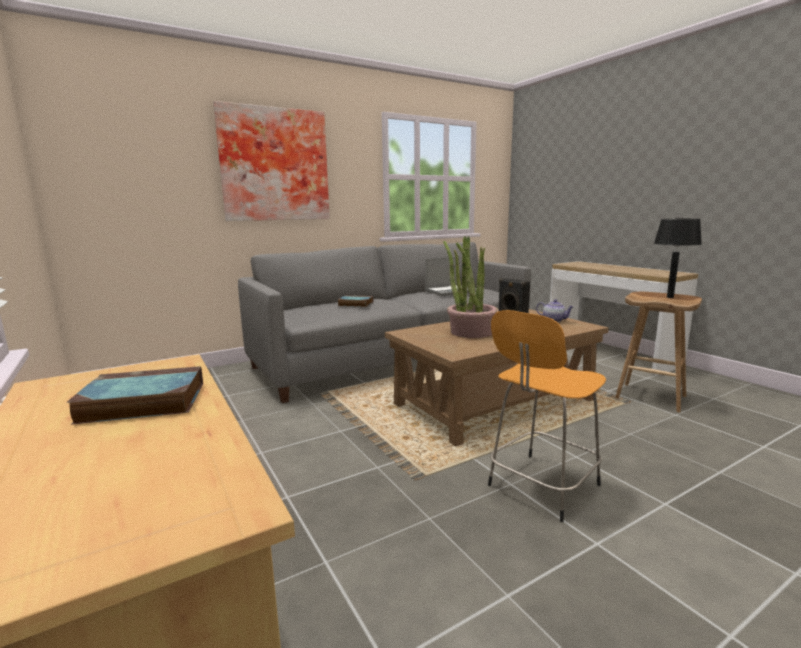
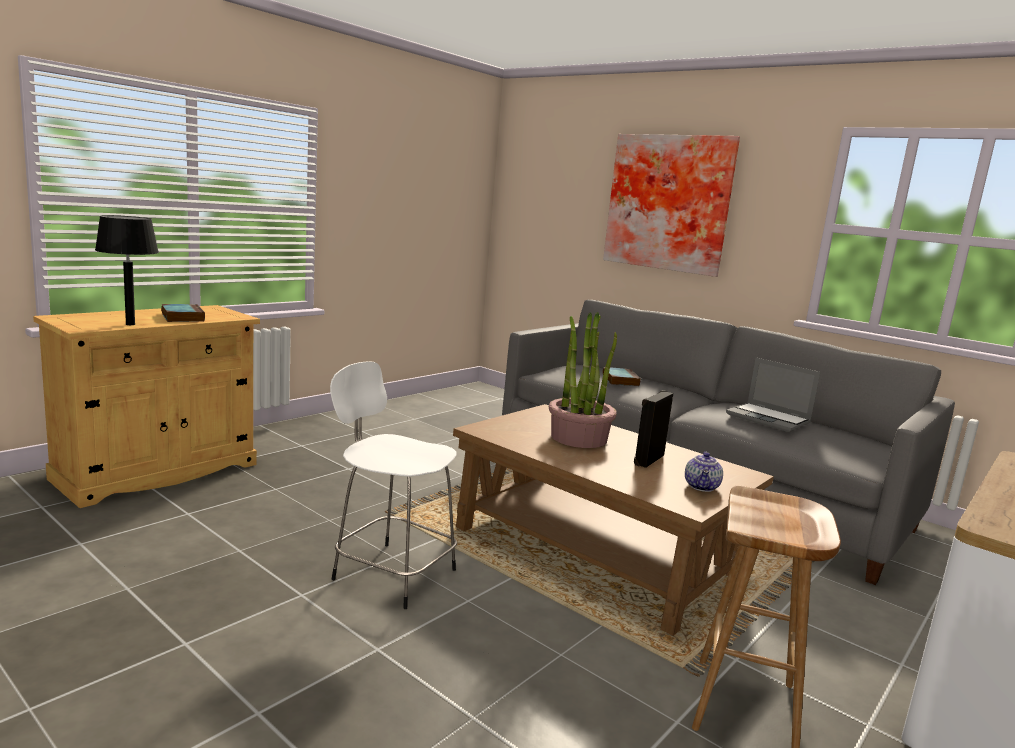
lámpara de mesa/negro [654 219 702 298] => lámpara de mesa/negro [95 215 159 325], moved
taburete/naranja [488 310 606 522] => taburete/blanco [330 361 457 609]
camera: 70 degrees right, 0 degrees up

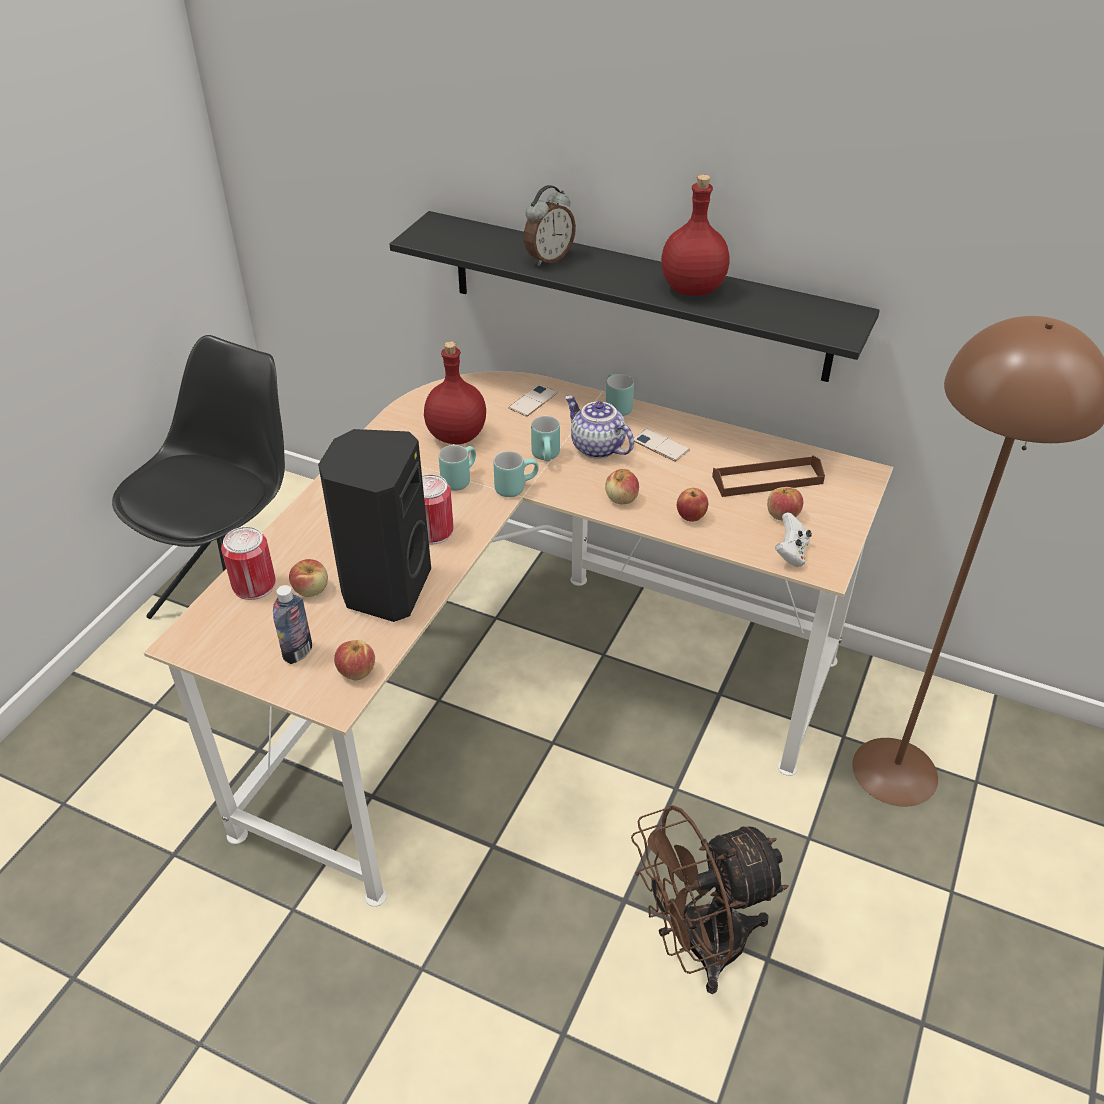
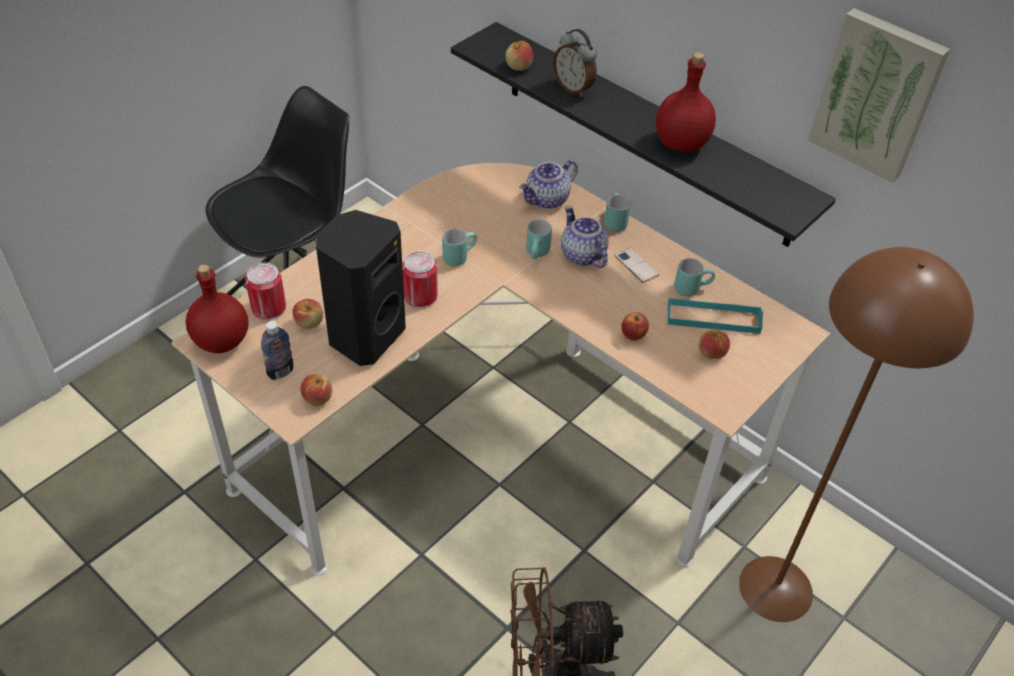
despertador [524 185 576 266] => despertador [553 29 597 97], 75 degrees clockwise
botella/rojo [424 341 486 444] => botella/rojo [186 264 249 353], moved
móvil [508 384 558 417] => tetera [519 160 578 209]
taza grande/turquesa [494 451 539 497] => taza grande/turquesa [674 258 715 297], moved
bandeja/marrón [712 456 825 497] => bandeja/turquesa [668 297 763 334]
manzana [605 469 639 504] => manzana [506 41 533 71], moved
mando de consola/blanco [775 512 812 567] => nothing
nothing => cuadro [808 8 950 183]
camera: 15 degrees right, 5 degrees up

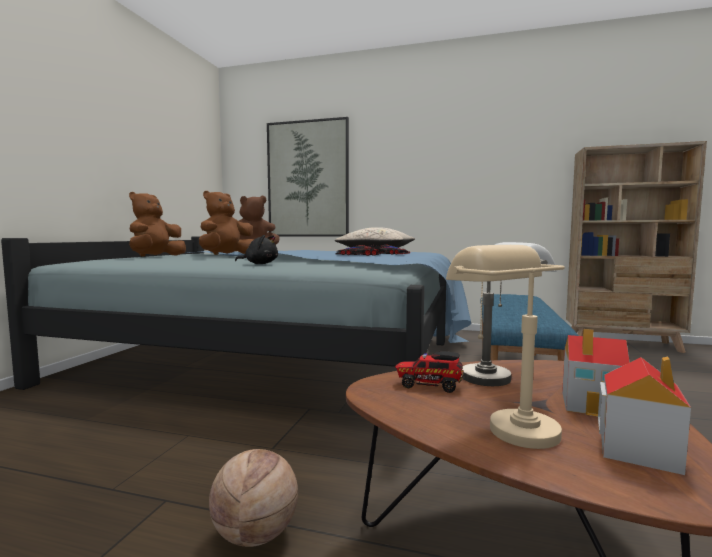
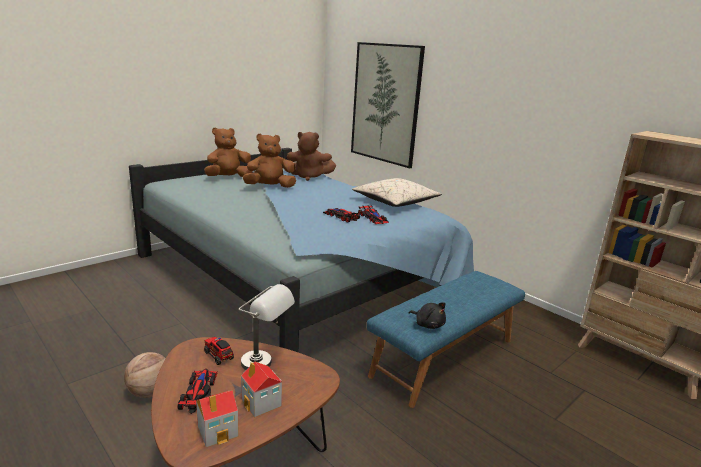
peluche/negro [235 235 278 264] => peluche/negro [409 302 446 329], moved
lámpara de mesa/beis [446 245 565 449] => coche de juguete [178 369 218 414]
camera: 30 degrees right, 15 degrees up

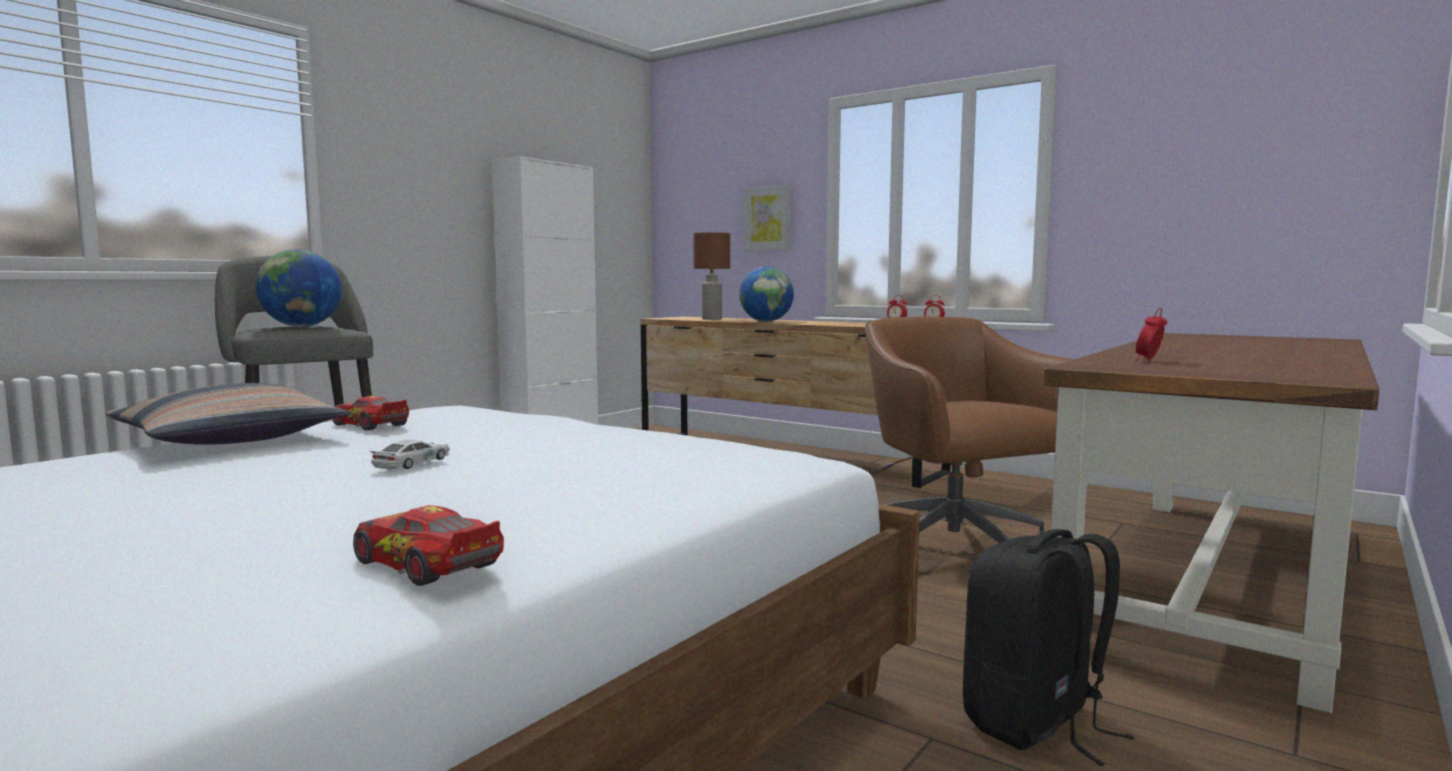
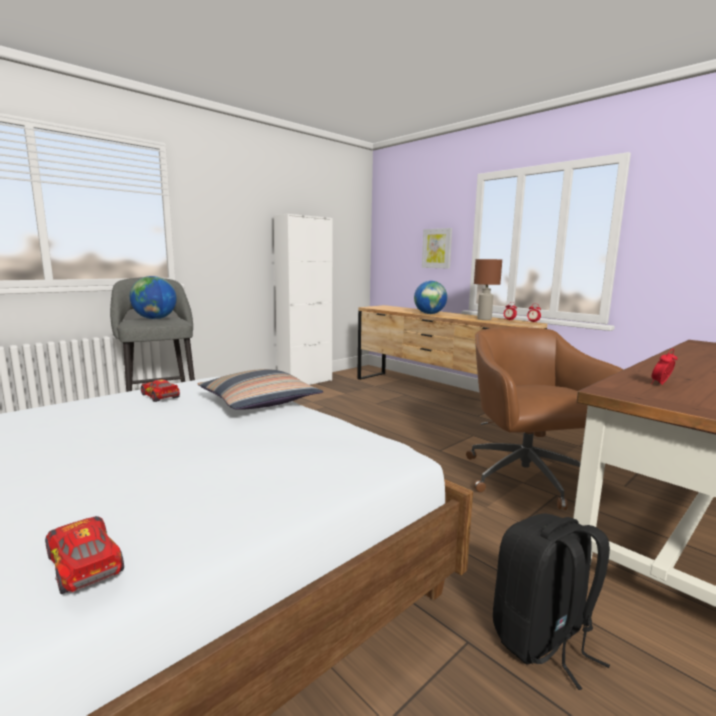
lámpara de mesa/marrón [693 232 730 320] => lámpara de mesa/marrón [474 259 502 320], moved
cojín [105 383 352 445] => cojín [198 369 323 410], moved
coche de juguete [370 439 450 469] => nothing
camera: 10 degrees right, 5 degrees up

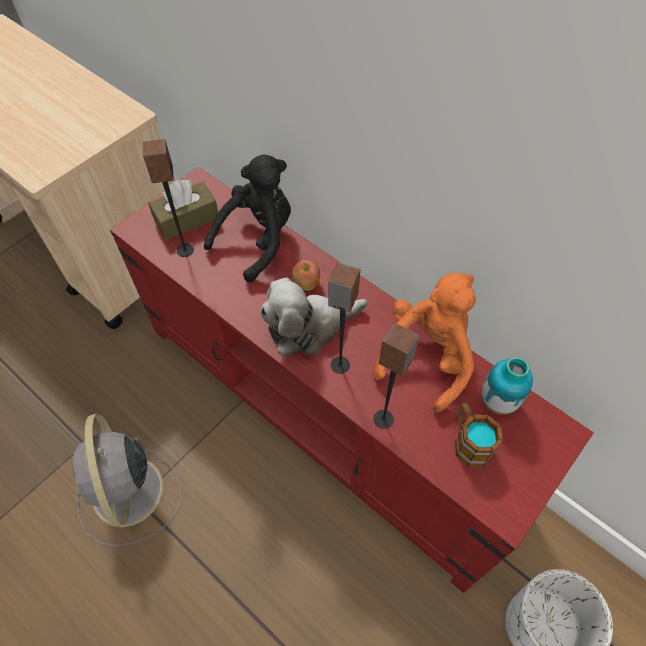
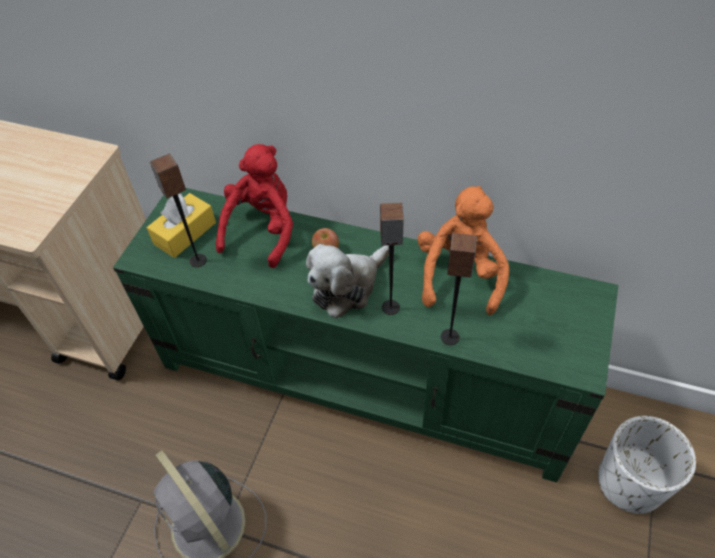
peluche/negro [204 155 291 283] => peluche/rojo [216 144 293 268]
mueble de televisión/rojo [110 167 594 593] => mueble de televisión/verde [113 188 618 483]
caja de pañuelos/marrón [148 179 218 240] => caja de pañuelos/amarillo [147 193 216 258]
florero [482 357 533 415] => nothing
taza grande [455 403 503 467] => nothing
camera: 20 degrees left, 5 degrees down

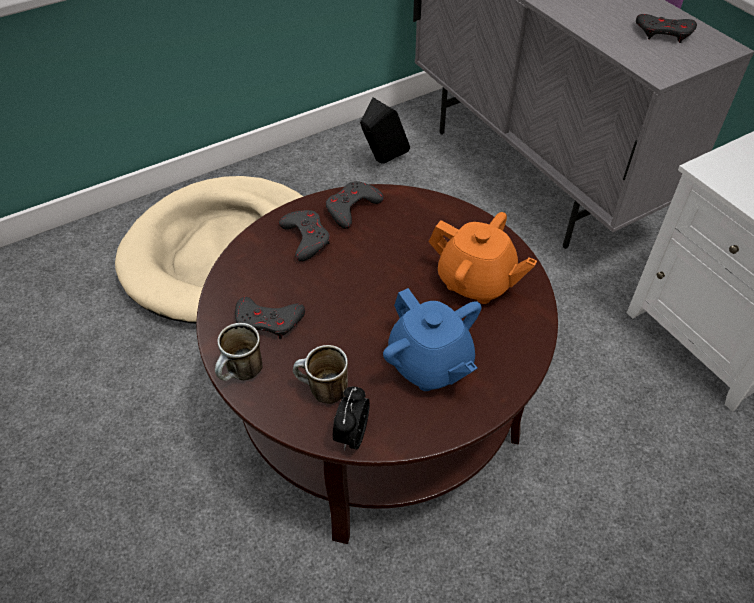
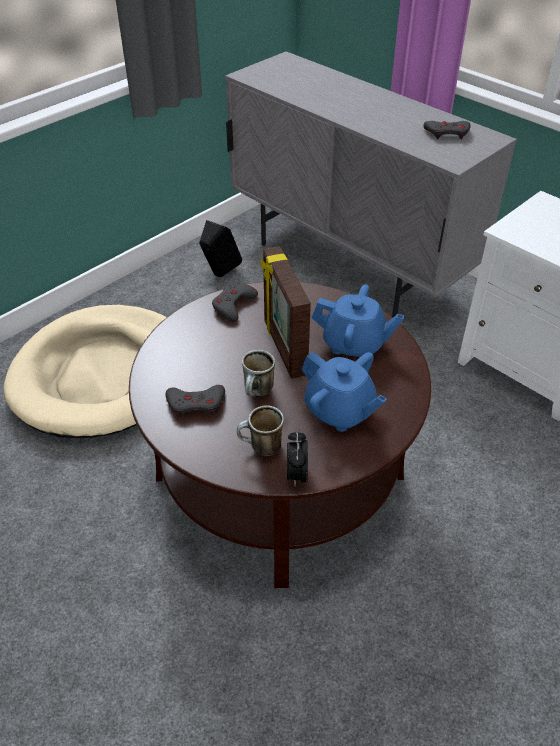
mando de consola/gris [279 210 330 262] => nothing
tetera/naranja [429 212 537 304] => tetera/azul [311 285 404 358]
taza grande [215 323 263 381] => taza grande [242 350 275 397], moved
nothing => portarretratos [260 246 311 379]
camera: 15 degrees left, 5 degrees down

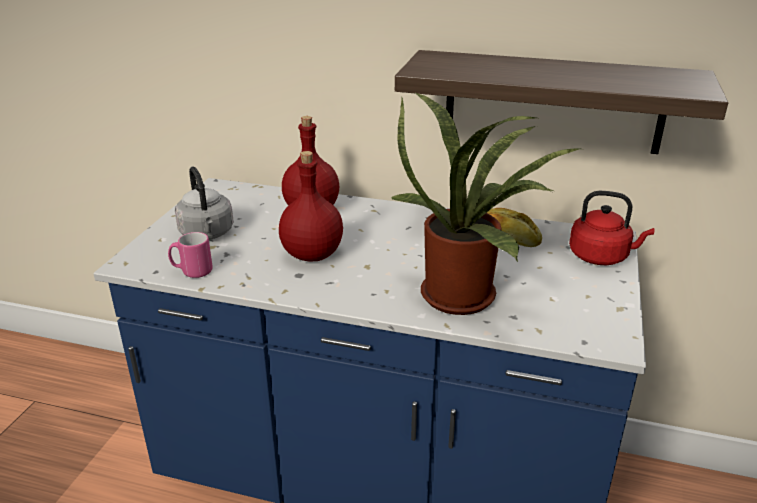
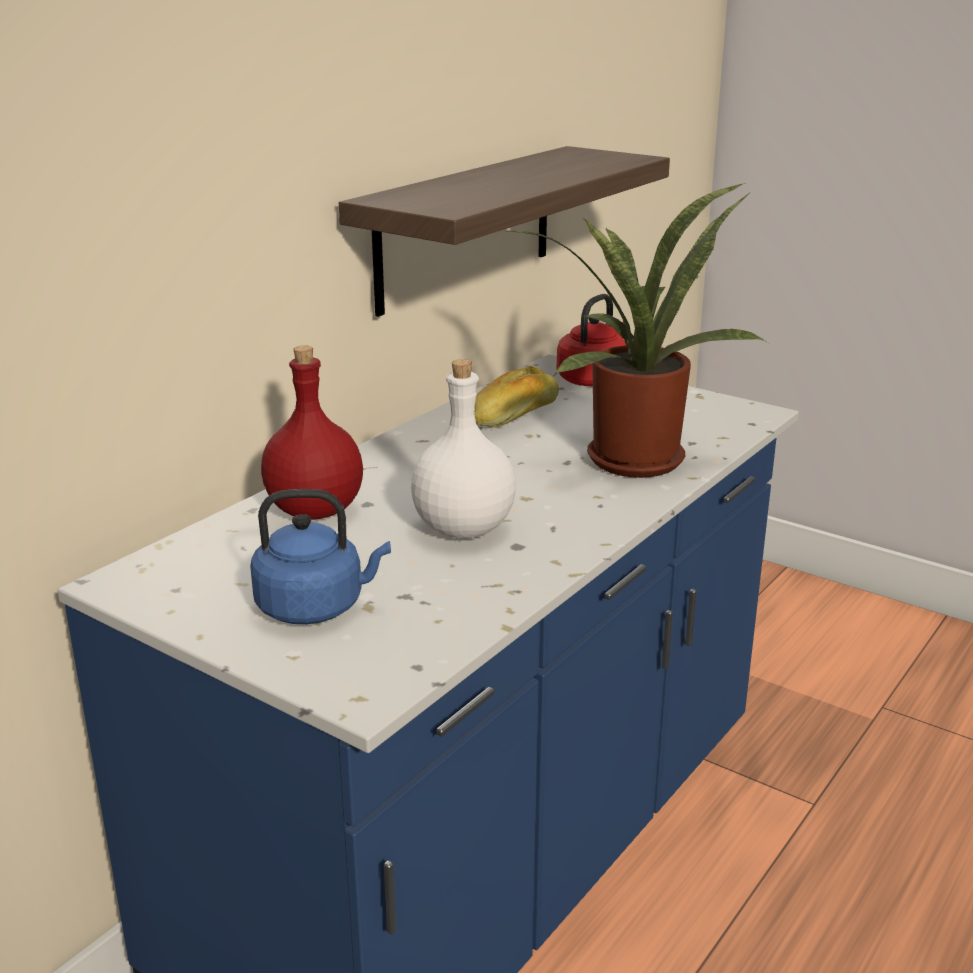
botella/rojo [279 151 343 261] => botella/blanco [411 359 516 539]
hervidor/gris [175 167 234 240] => hervidor/azul [250 489 391 624]
taza grande/rosa [168 232 213 278] => nothing
camera: 70 degrees left, 5 degrees down

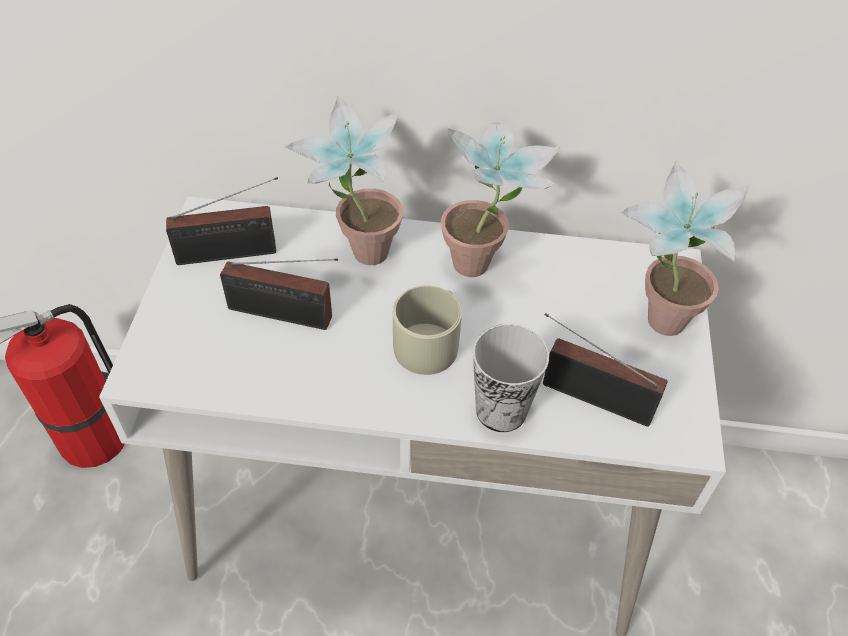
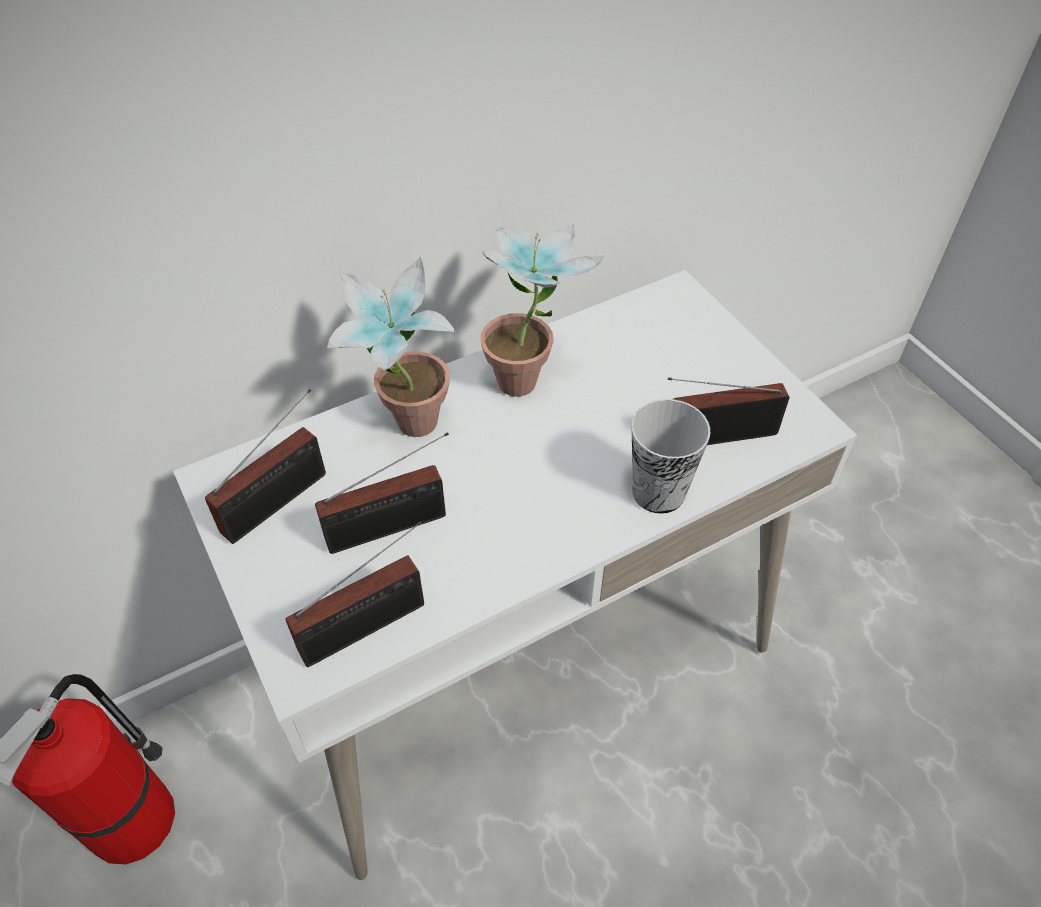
planta en maceta [621 160 750 336] => nothing
taza grande/beis [393 286 462 375] => nothing
nothing => radio [286 521 424 667]
camera: 35 degrees left, 0 degrees up

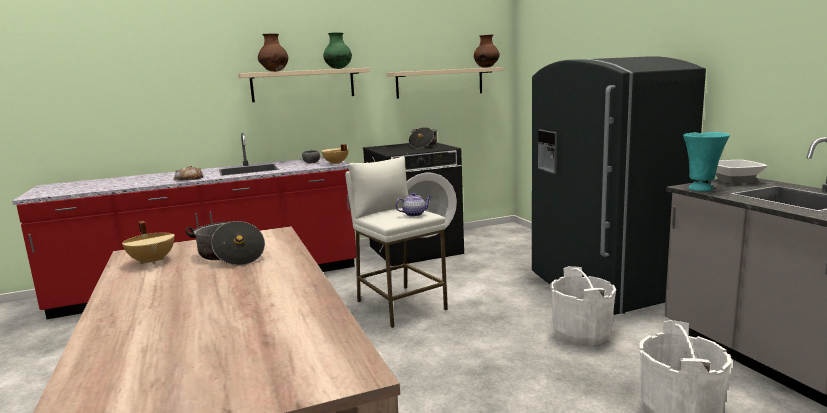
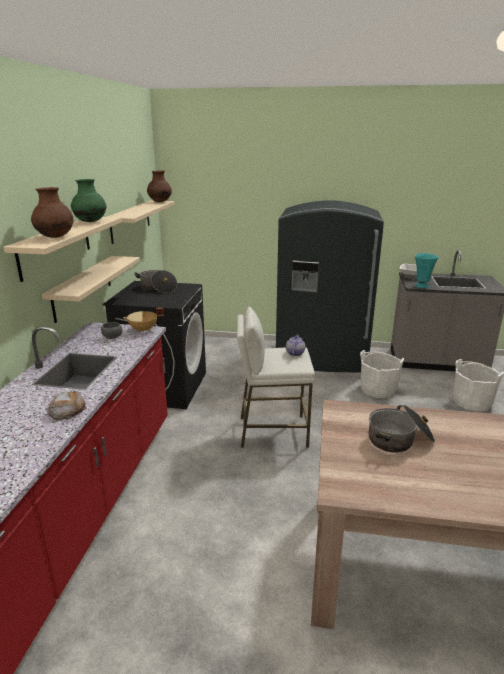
olla/beis [122 221 175 264] => nothing
nothing => estante/beis [42 256 140 323]
camera: 60 degrees left, 10 degrees up

